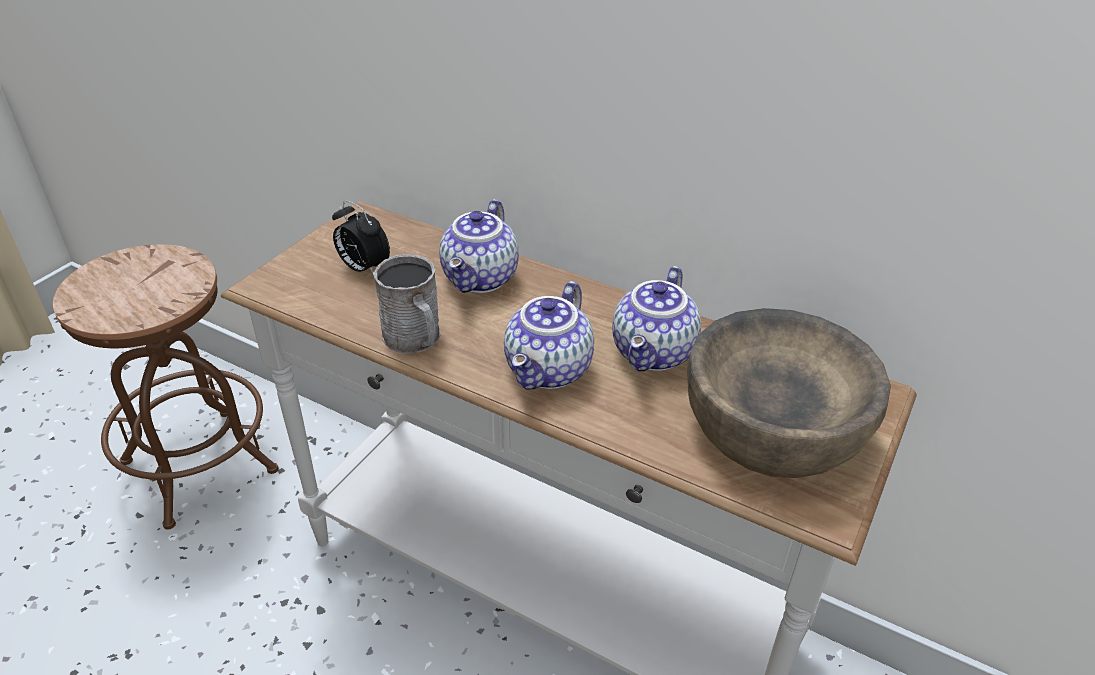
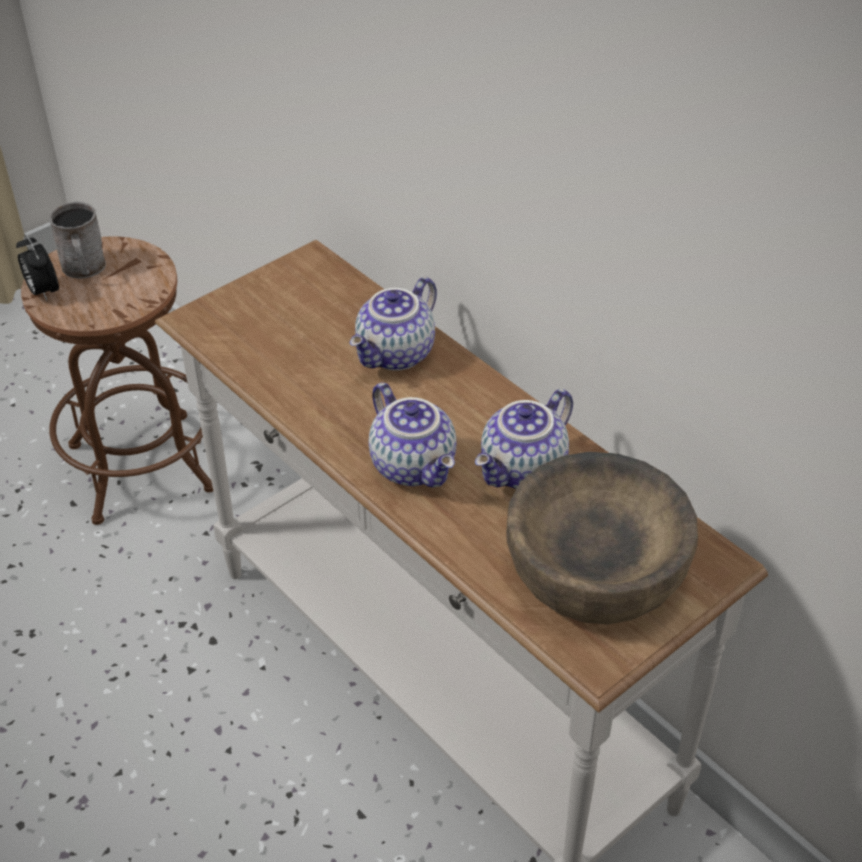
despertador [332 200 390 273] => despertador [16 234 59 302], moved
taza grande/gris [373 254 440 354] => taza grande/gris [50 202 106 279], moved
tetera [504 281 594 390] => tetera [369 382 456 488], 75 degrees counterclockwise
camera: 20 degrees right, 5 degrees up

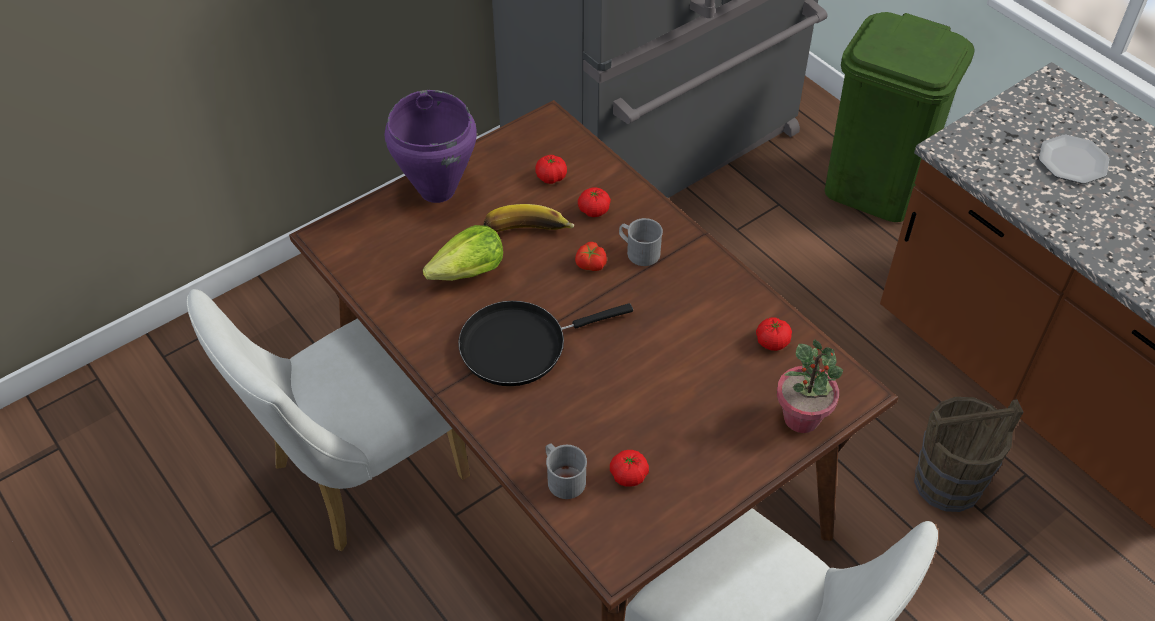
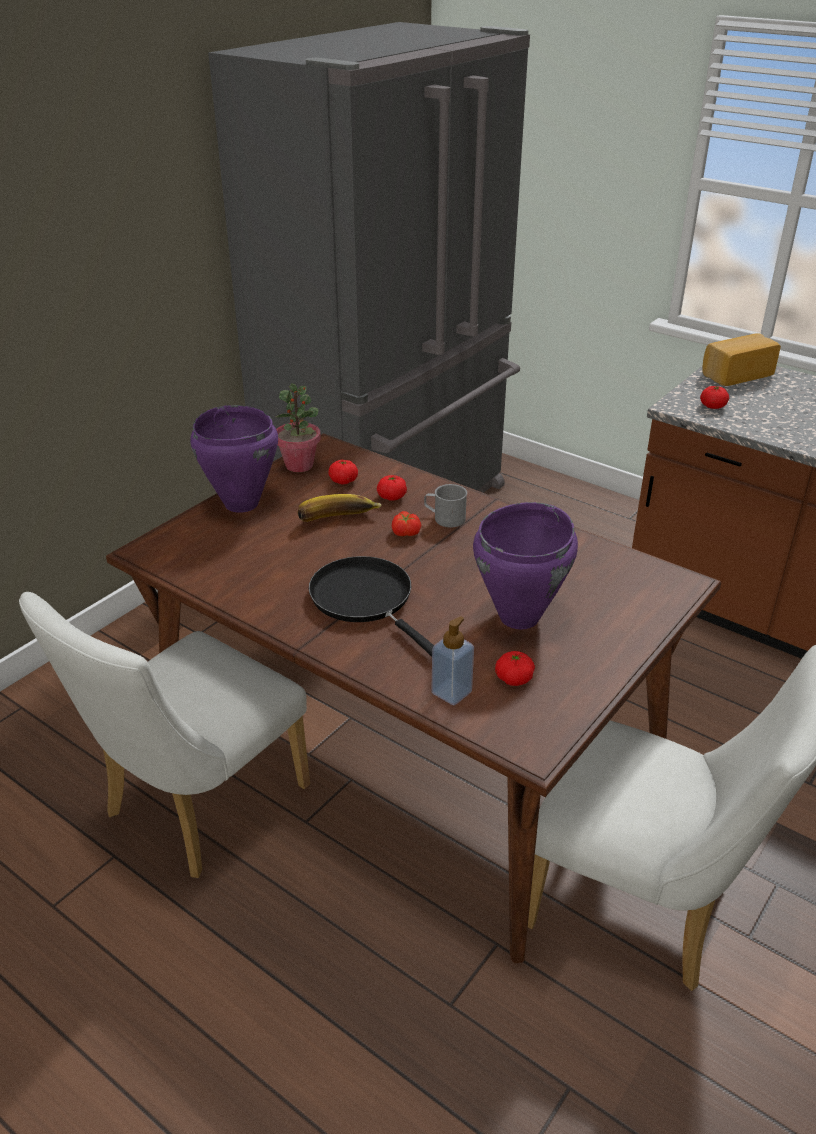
papelera/verde [825 12 975 222] => nothing
plato [1039 135 1109 184] => nothing
lechuga [423 225 503 281] => nothing
sartén/negro [458 301 633 386] => sartén/negro [309 556 434 657], 90 degrees clockwise
tomate [756 317 792 351] => tomate [700 386 729 409], moved
planta en maceta [777 339 843 433] => planta en maceta [275 383 321 472], moved
cubo/marrón [914 397 1023 512] => nothing
taza grande/gris [546 443 587 499] => dispensador de jabón [431 616 474 705]
nothing => pan [702 333 781 386]
nothing => olla/morado [473 502 578 629]
camera: 15 degrees left, 15 degrees down

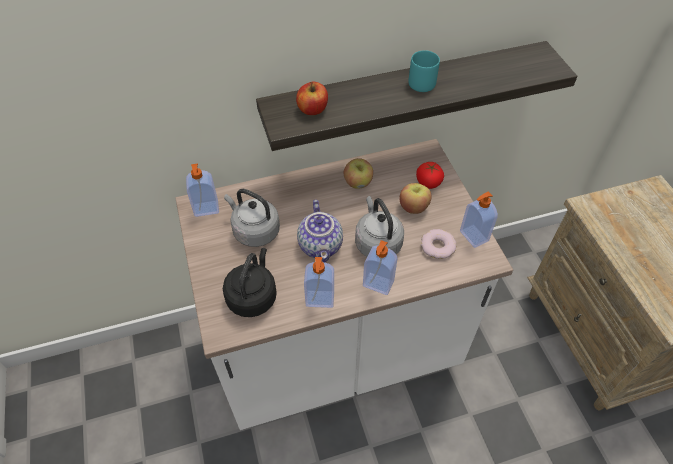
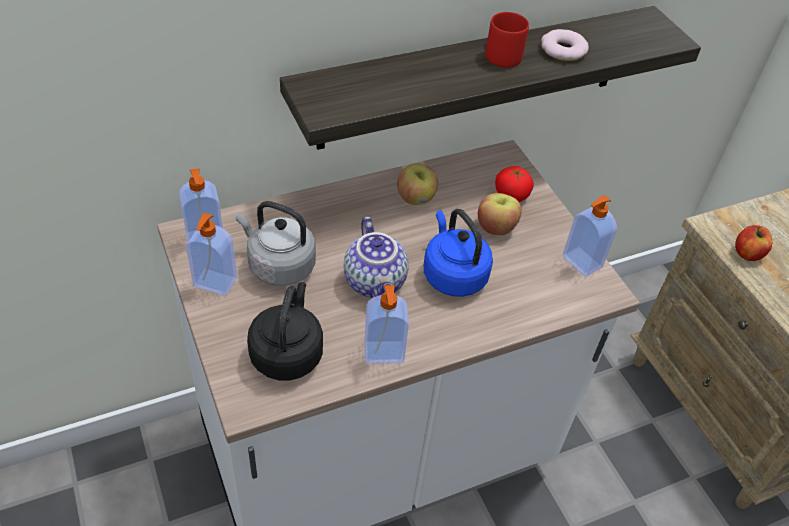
taza grande/turquesa [408 50 440 92] => taza grande/rojo [485 12 529 68]
manzana [296 82 328 115] => manzana [735 225 772 261], moved
hervidor/gris [355 196 404 257] => hervidor/azul [424 209 493 297]
rosquilla [421 229 457 259] => rosquilla [541 29 589 61], moved
dispensador de jabón [363 240 398 295] => dispensador de jabón [186 213 237 296], moved
camera: 10 degrees left, 5 degrees down

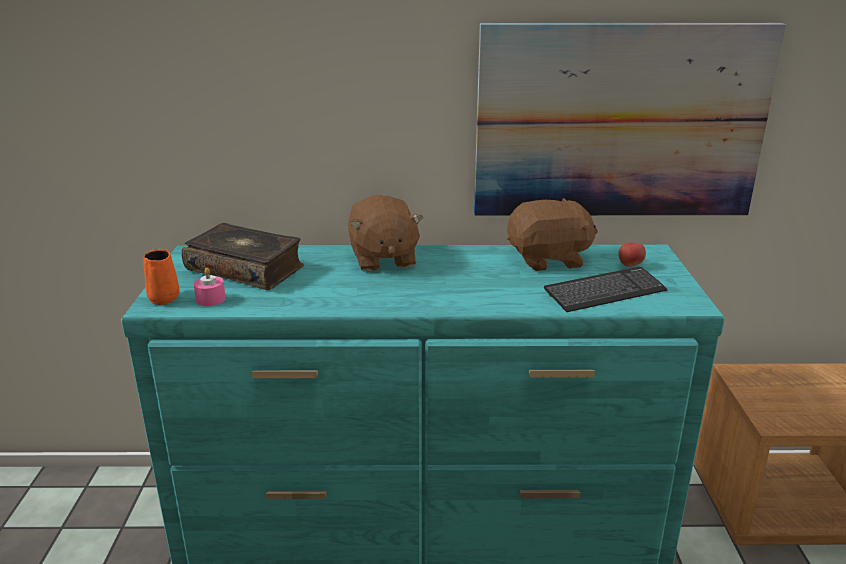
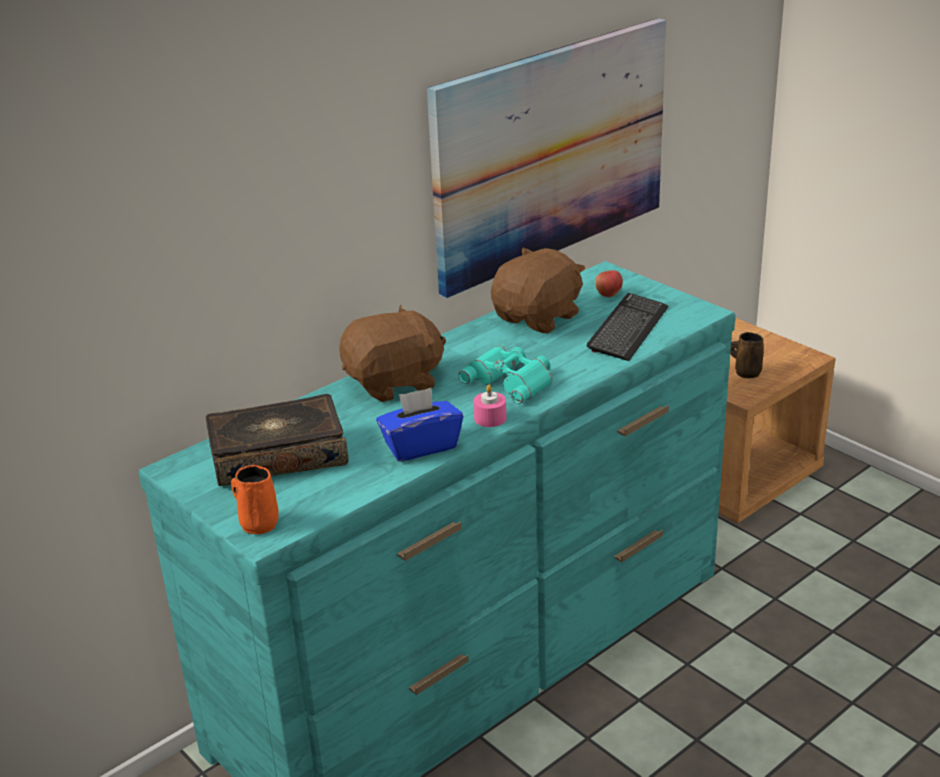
peluche/marrón [348 195 423 272] => peluche/marrón [339 305 446 402], 60 degrees counterclockwise
vela/rosa [194 268 226 306] => vela/rosa [473 385 506 427], moved
nothing => taza grande/marrón [730 332 763 378]
nothing => prismáticos/turquesa [458 345 552 404]
nothing => caja de pañuelos/azul [376 388 463 462]
camera: 40 degrees left, 5 degrees up

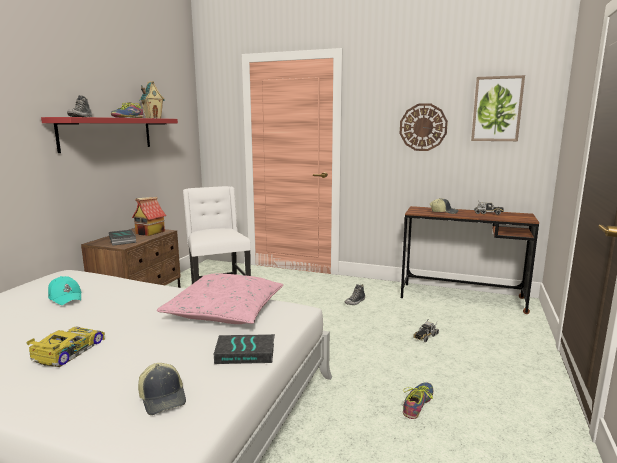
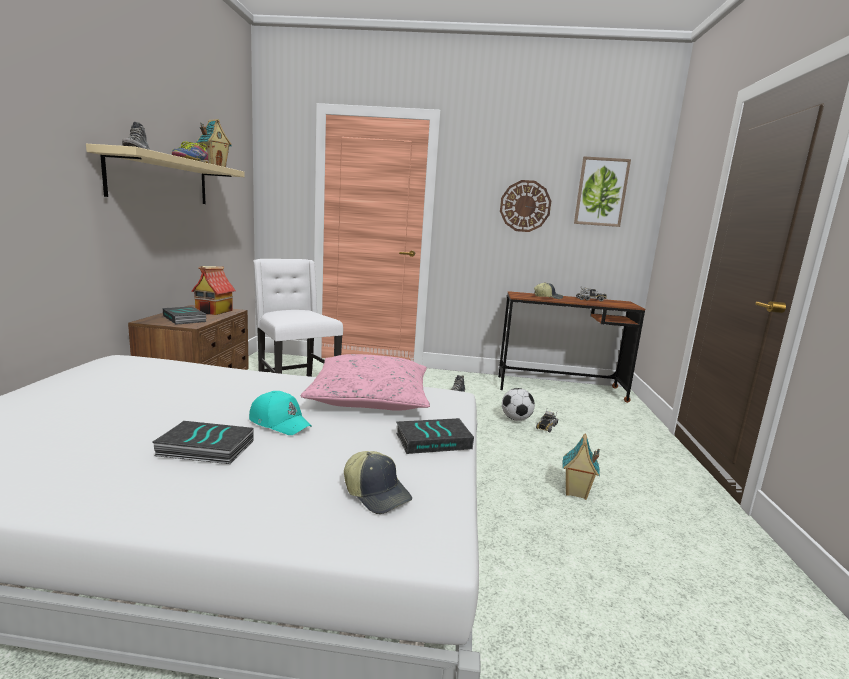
estante/rojo [41 117 178 153] => estante/beis [86 144 245 204]
gorra/turquesa [48 276 82 305] => gorra/turquesa [249 391 312 435], moved
coche de juguete [26 326 105 367] => libro [152 421 253 464]
zapato [403 382 433 419] => casita [562 434 600 500]
nothing => balón de fútbol [502 388 535 421]
camera: 15 degrees left, 0 degrees up

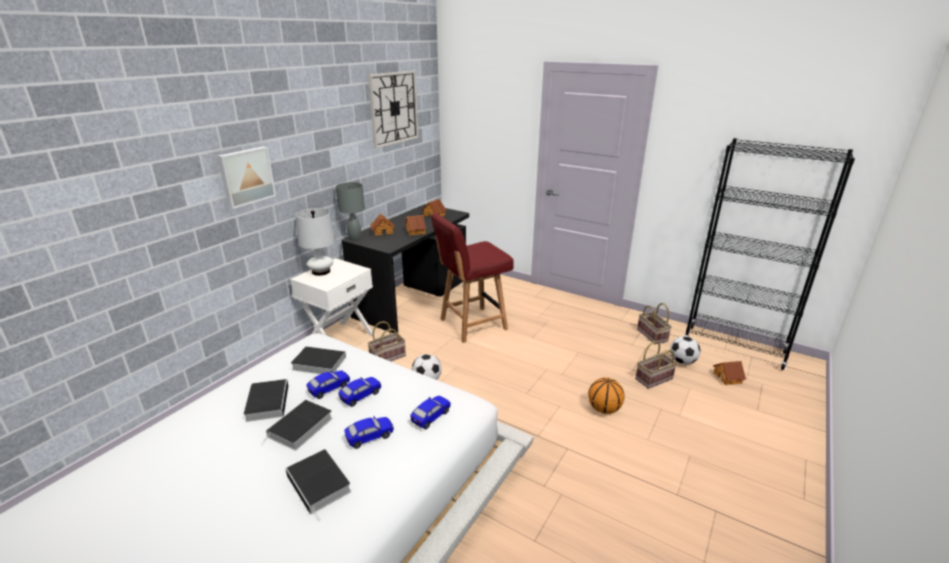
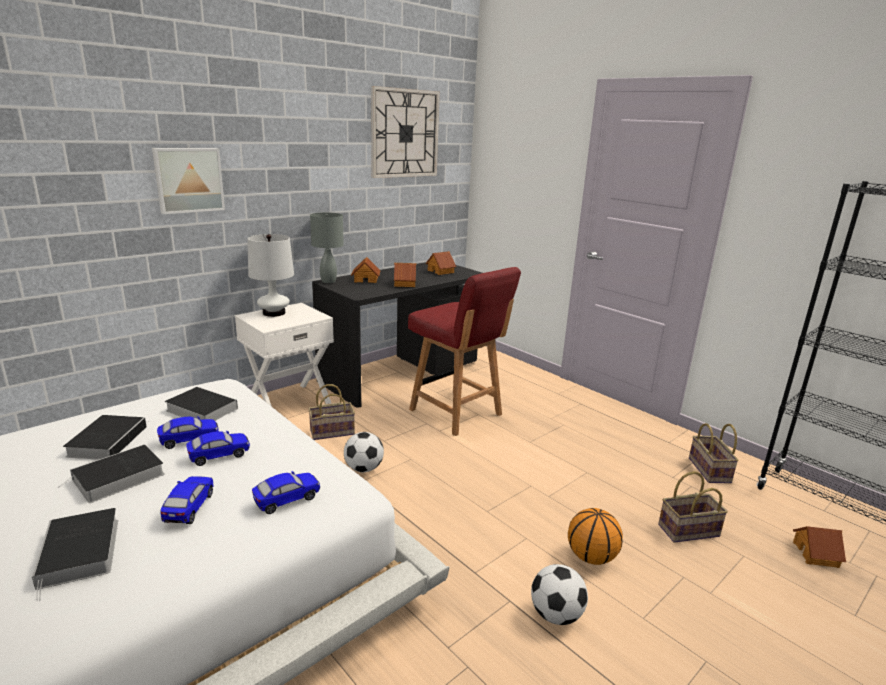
silla/rojo [431 213 514 343] => silla/rojo [408 267 521 436], 120 degrees counterclockwise
balón de fútbol [670 336 700 364] => balón de fútbol [531 564 588 625], moved
coche de juguete [344 416 394 449] => coche de juguete [160 476 213 524], 75 degrees counterclockwise
camera: 15 degrees right, 5 degrees down

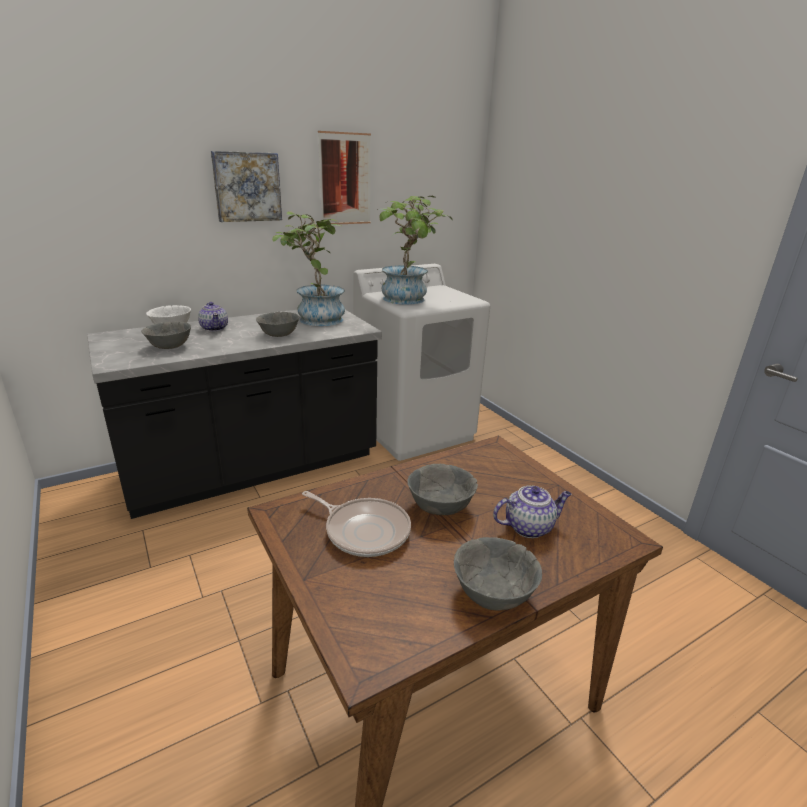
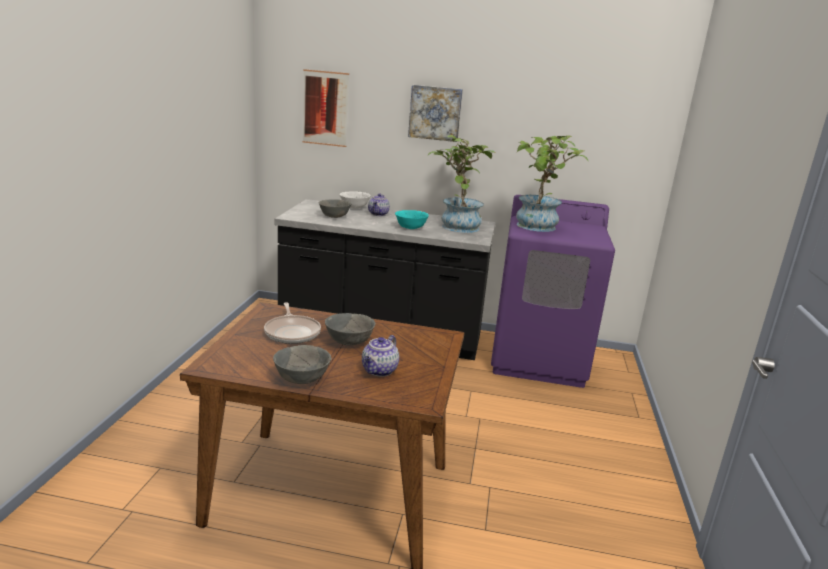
cuadro [318 131 371 224] => cuadro [302 69 349 147], moved
lavadora/blanco [353 264 490 461] => lavadora/morado [491 195 615 388]
cuenco/gris [256 312 299 337] => cuenco/turquesa [395 210 429 229]
tetera [493 485 571 538] => tetera [362 335 399 376], 90 degrees clockwise
camera: 40 degrees right, 5 degrees down

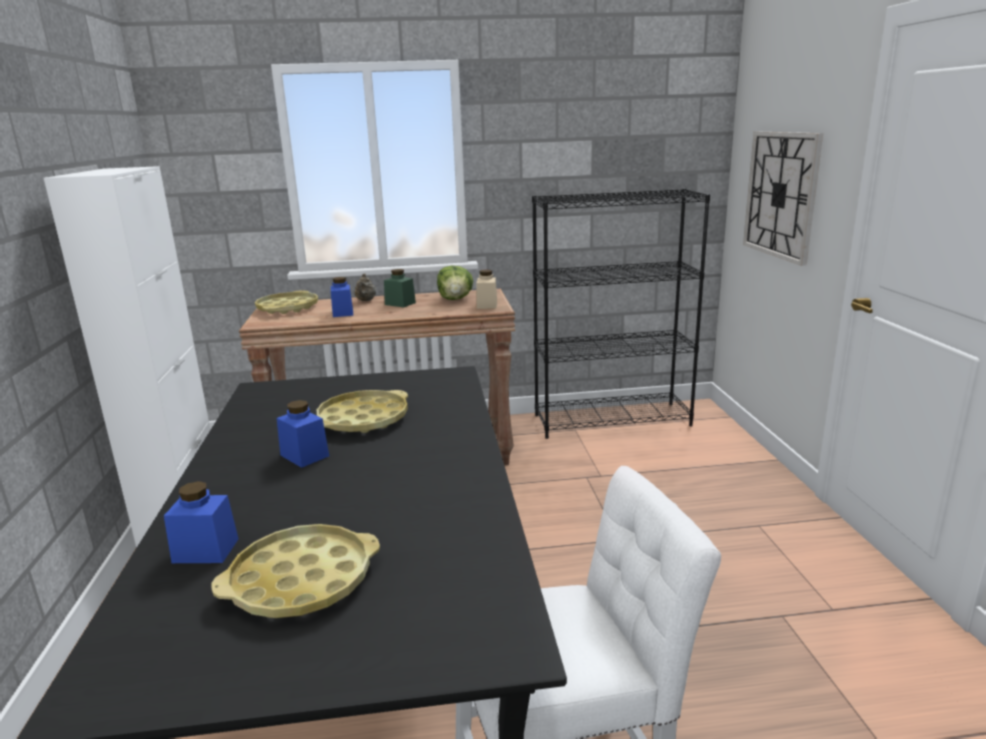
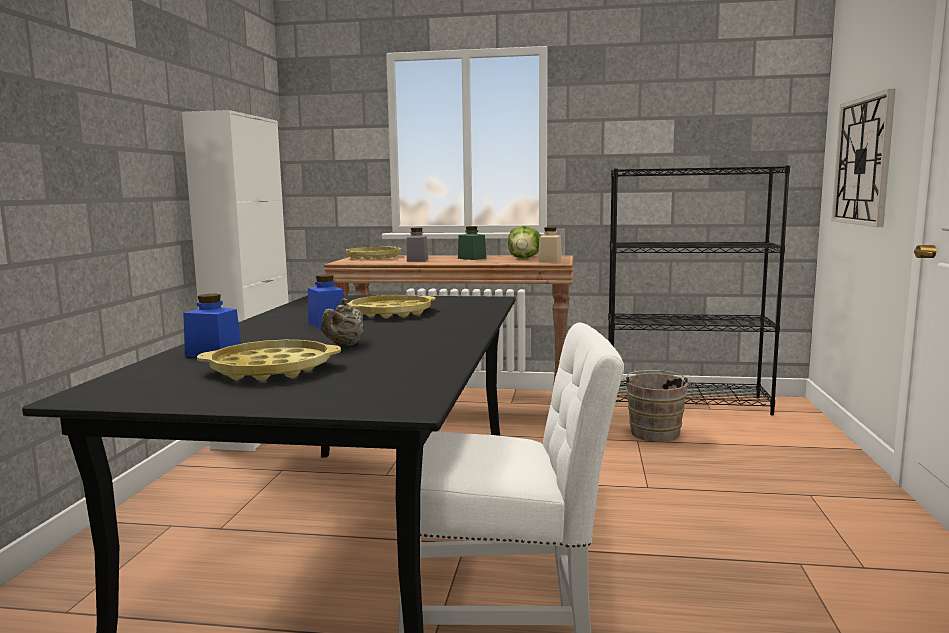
tetera/beis [354 274 376 301] => tetera/beis [321 299 364 346], moved
tarro/azul [331 277 353 317] => tarro/gris [407 228 428 262]
nothing => cubo/marrón [623 370 691 442]
camera: 15 degrees right, 10 degrees down

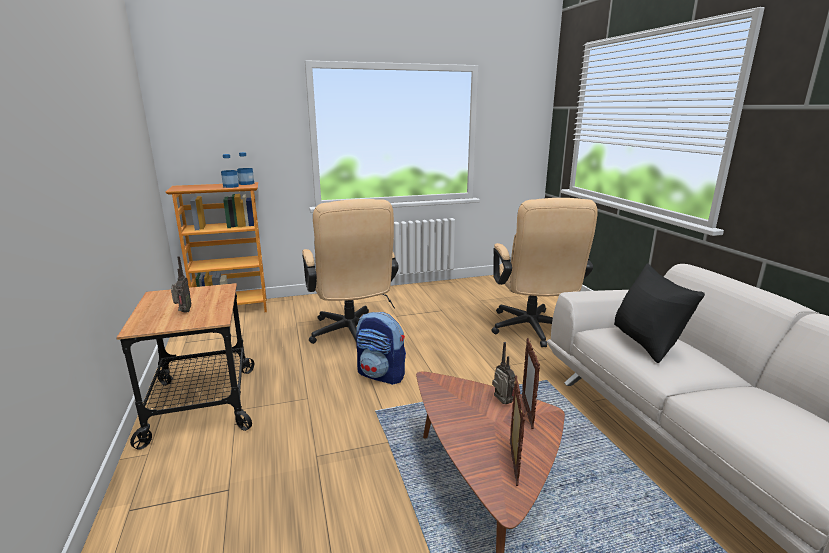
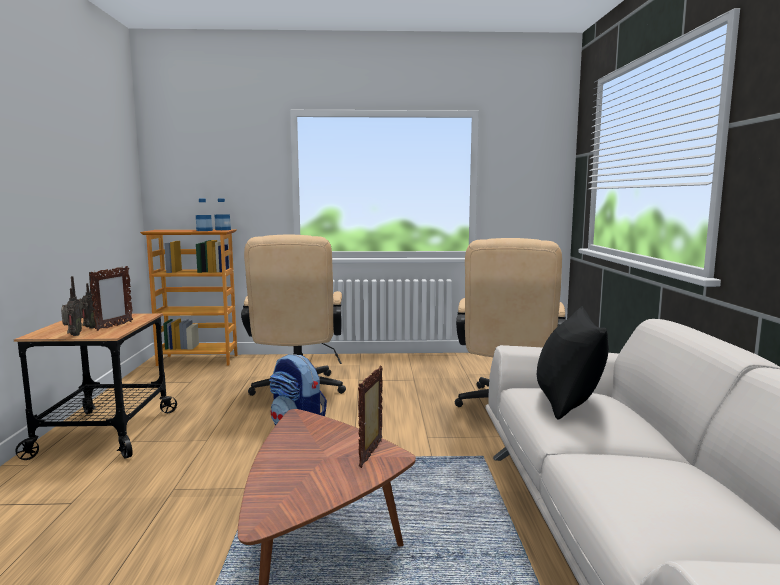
radio [492 342 515 404] => radio [61 276 82 336], moved
portarretratos [510 375 525 486] => portarretratos [89 266 133 331], moved
camera: 15 degrees right, 10 degrees down

